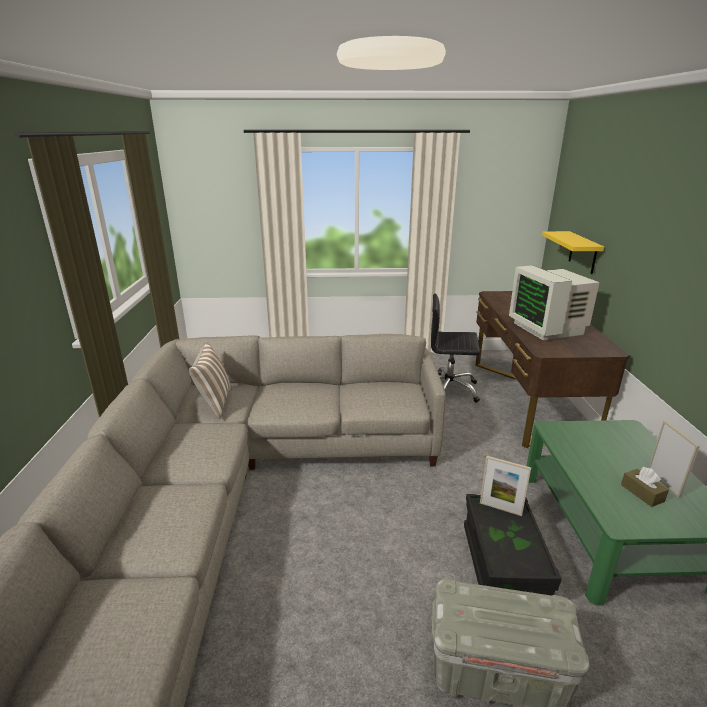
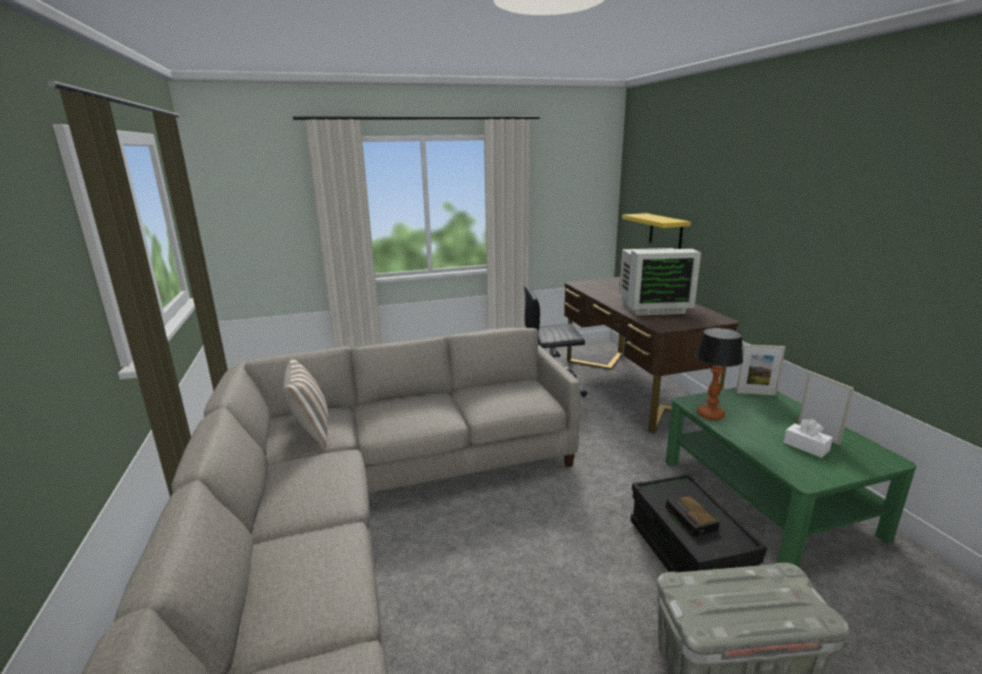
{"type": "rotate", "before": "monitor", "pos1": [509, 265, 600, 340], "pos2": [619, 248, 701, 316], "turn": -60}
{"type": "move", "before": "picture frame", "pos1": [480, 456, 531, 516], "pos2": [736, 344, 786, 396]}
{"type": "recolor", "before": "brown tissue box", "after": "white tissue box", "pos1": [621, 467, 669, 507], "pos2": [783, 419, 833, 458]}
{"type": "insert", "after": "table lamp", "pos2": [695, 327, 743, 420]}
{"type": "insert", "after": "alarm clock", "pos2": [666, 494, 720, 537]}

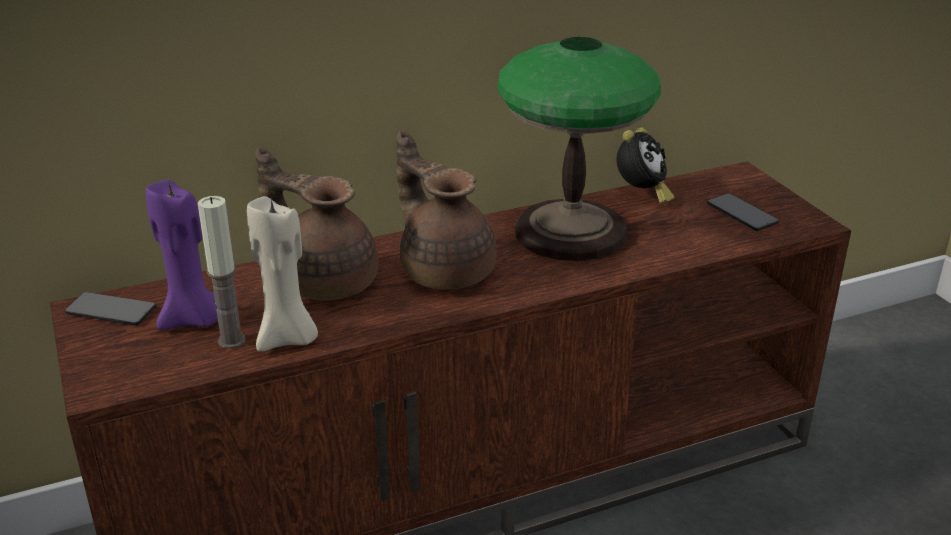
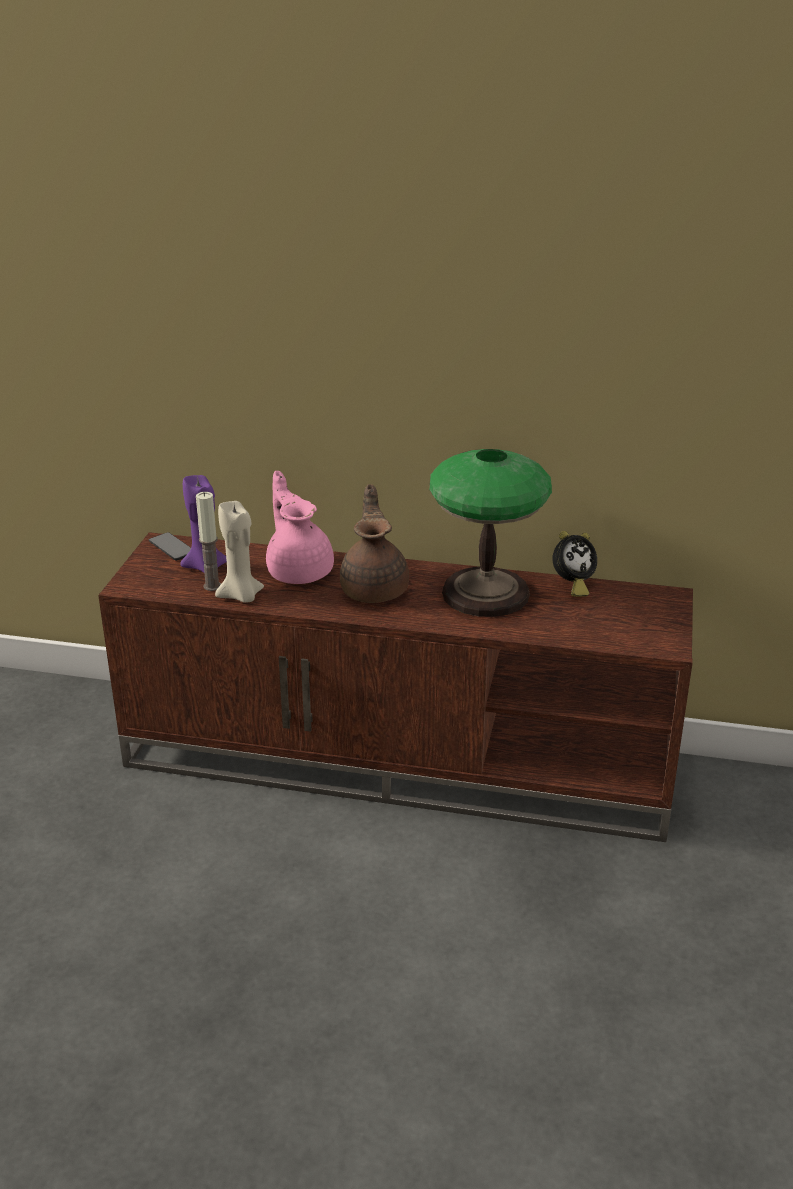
{"type": "recolor", "before": "brown teapot", "after": "pink teapot", "pos1": [256, 147, 378, 300], "pos2": [266, 471, 334, 584]}
{"type": "delete", "before": "phone", "pos1": [707, 193, 779, 231]}

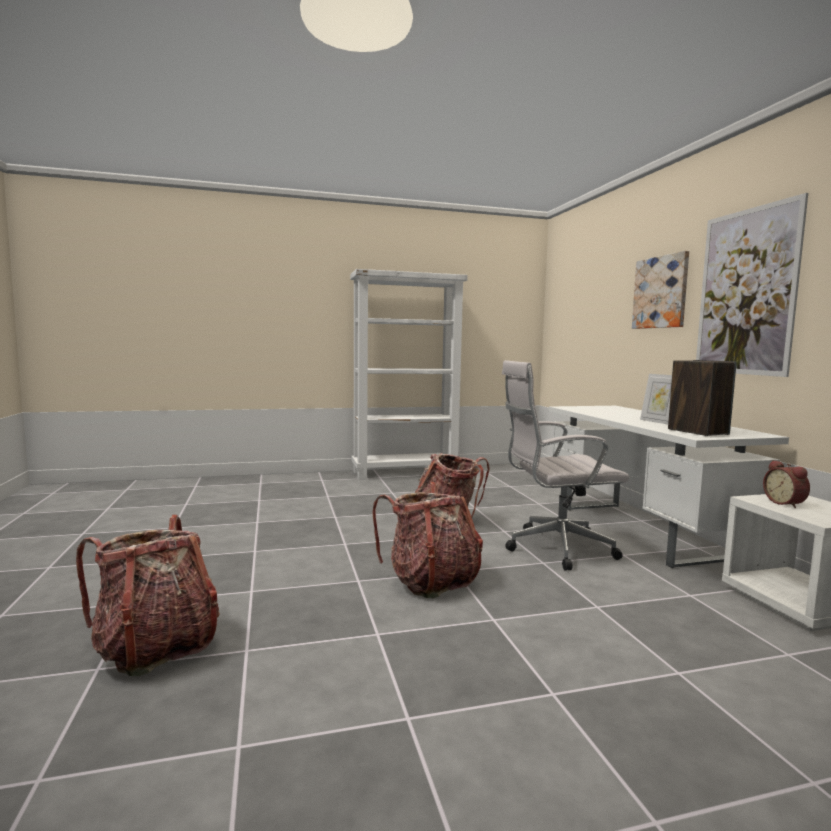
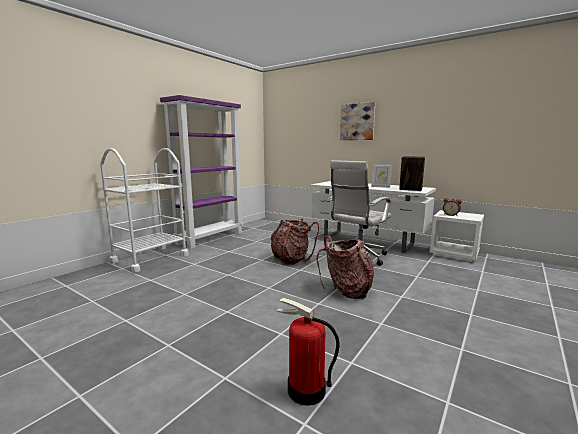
{"type": "delete", "before": "picture", "pos1": [696, 193, 808, 377]}
{"type": "recolor", "before": "white bookcase", "after": "purple bookcase", "pos1": [350, 269, 468, 480], "pos2": [160, 95, 243, 249]}
{"type": "replace", "before": "backpack", "after": "fire extinguisher", "pos1": [76, 515, 220, 676], "pos2": [276, 298, 340, 406]}
{"type": "insert", "after": "white cart", "pos2": [100, 148, 189, 273]}

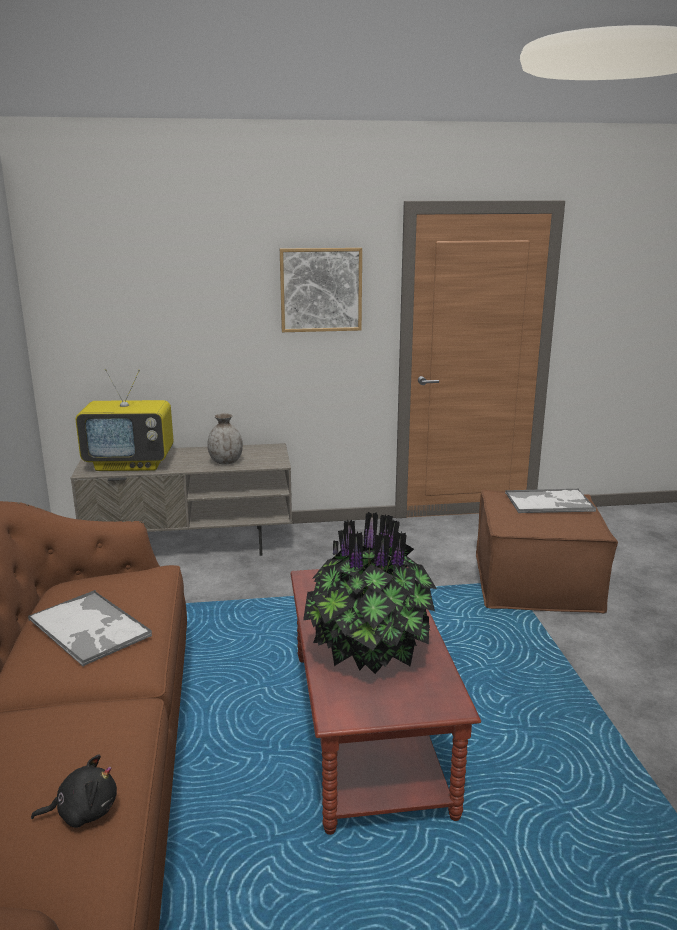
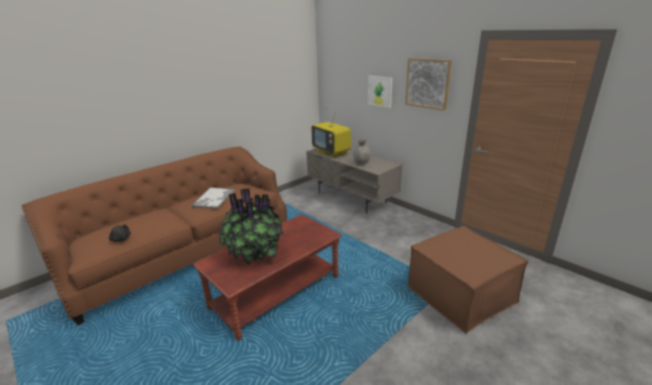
{"type": "delete", "before": "tray", "pos1": [505, 489, 596, 513]}
{"type": "insert", "after": "picture", "pos2": [368, 76, 392, 108]}

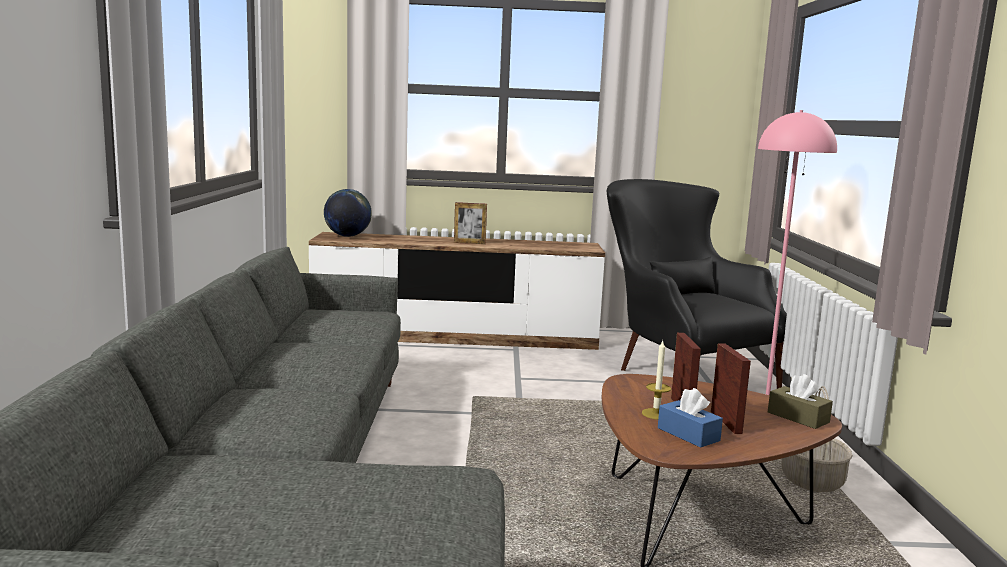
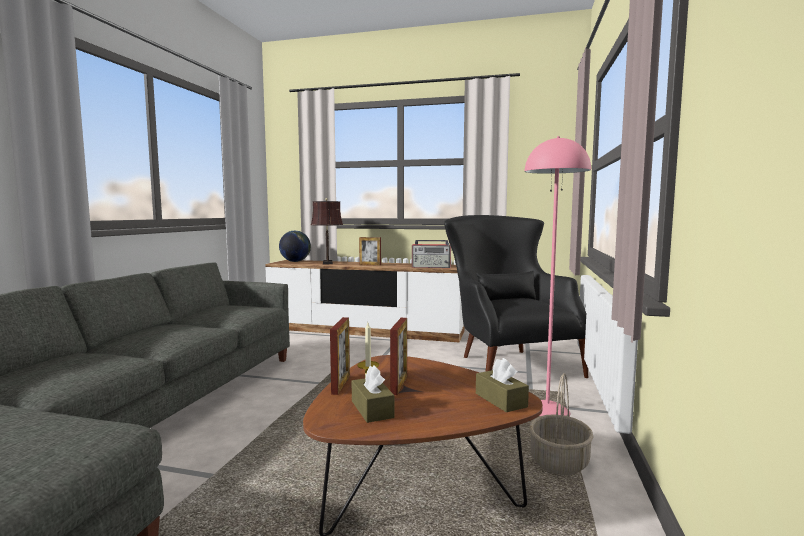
{"type": "move", "before": "picture frame", "pos1": [711, 343, 751, 434], "pos2": [330, 317, 350, 395]}
{"type": "recolor", "before": "blue tissue box", "after": "brown tissue box", "pos1": [658, 388, 723, 448], "pos2": [352, 366, 395, 423]}
{"type": "insert", "after": "brown table lamp", "pos2": [311, 198, 343, 264]}
{"type": "insert", "after": "radio", "pos2": [412, 240, 451, 268]}

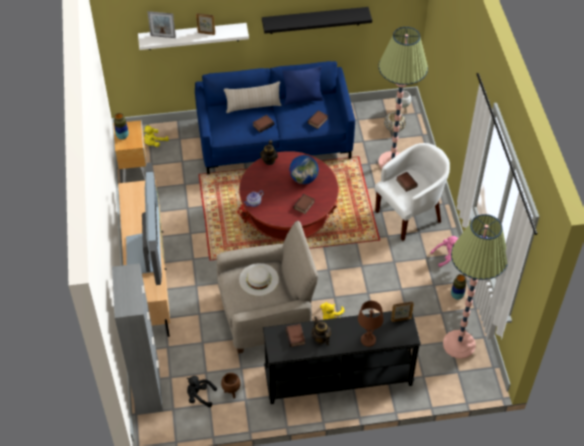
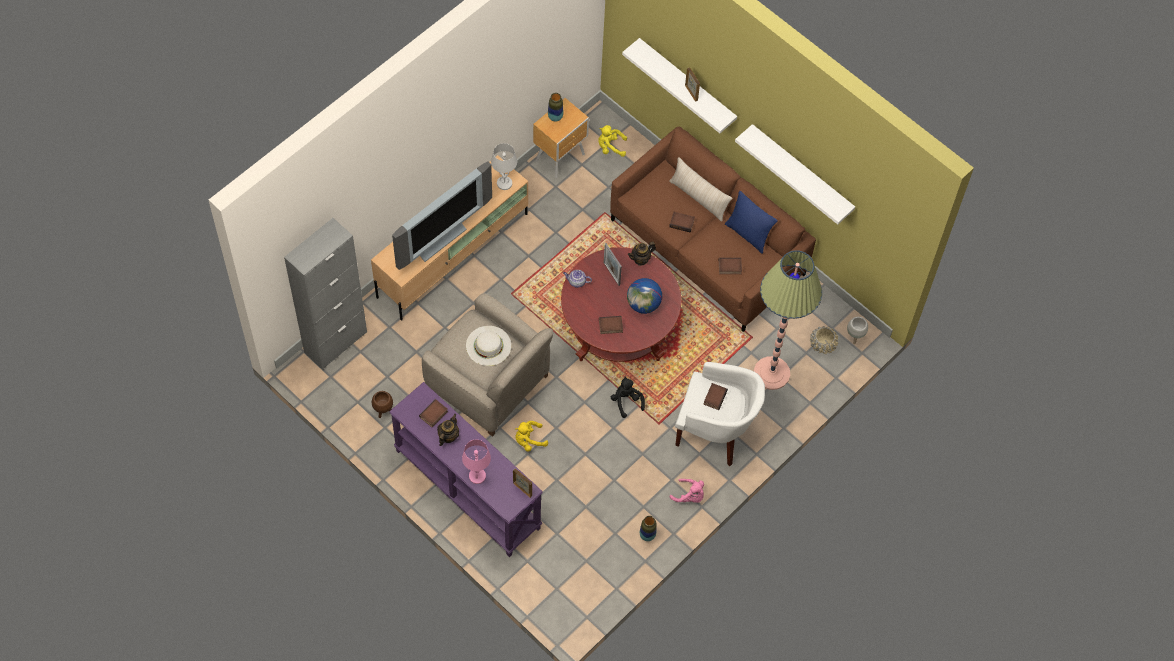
{"type": "recolor", "before": "black shelf", "after": "white shelf", "pos1": [262, 7, 372, 34], "pos2": [735, 124, 855, 225]}
{"type": "move", "before": "picture frame", "pos1": [148, 11, 176, 38], "pos2": [603, 243, 622, 286]}
{"type": "recolor", "before": "blue sofa", "after": "brown sofa", "pos1": [195, 61, 355, 174], "pos2": [610, 127, 816, 332]}
{"type": "delete", "before": "floor lamp", "pos1": [443, 214, 508, 359]}
{"type": "recolor", "before": "brown table lamp", "after": "pink table lamp", "pos1": [358, 301, 383, 347], "pos2": [462, 440, 491, 484]}
{"type": "recolor", "before": "black console table", "after": "purple console table", "pos1": [263, 311, 421, 404], "pos2": [389, 382, 543, 557]}
{"type": "move", "before": "black plush toy", "pos1": [187, 376, 217, 407], "pos2": [611, 376, 645, 418]}
{"type": "insert", "after": "white table lamp", "pos2": [491, 143, 517, 190]}

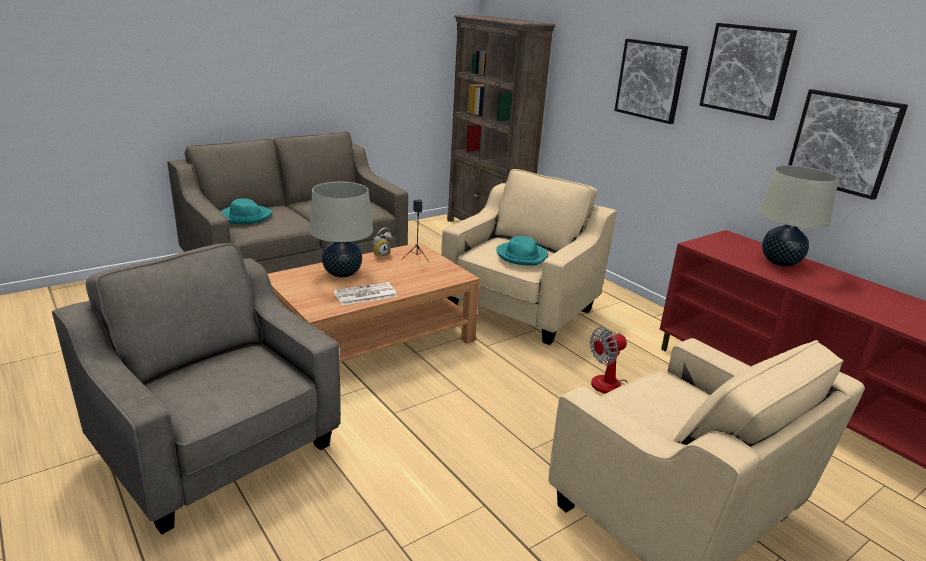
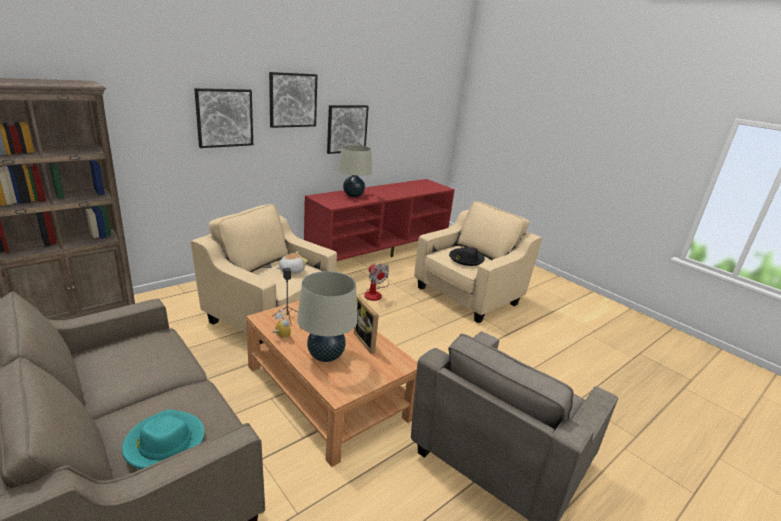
{"type": "replace", "before": "turquoise hat", "after": "plush toy", "pos1": [496, 236, 548, 265], "pos2": [276, 251, 308, 274]}
{"type": "replace", "before": "newspaper", "after": "picture frame", "pos1": [334, 282, 397, 305], "pos2": [354, 296, 379, 354]}
{"type": "insert", "after": "black hat", "pos2": [449, 247, 485, 266]}

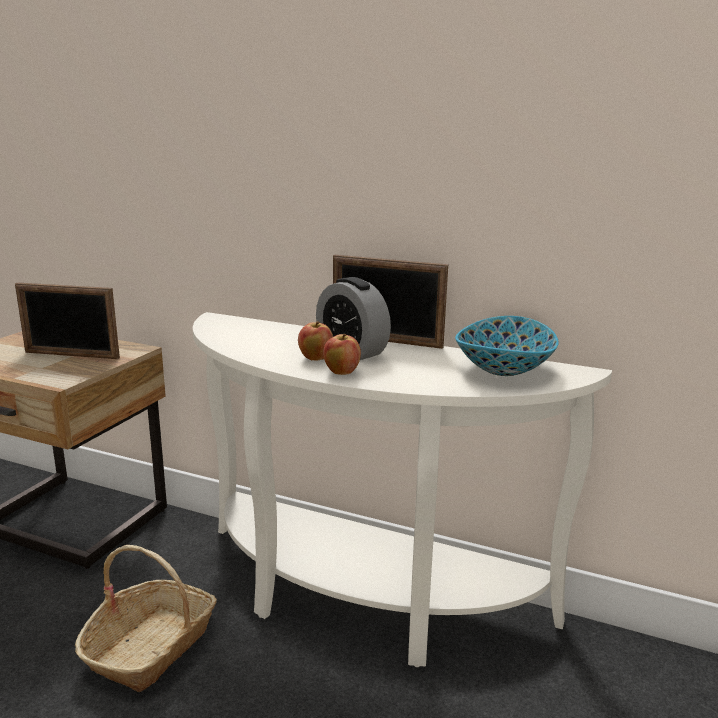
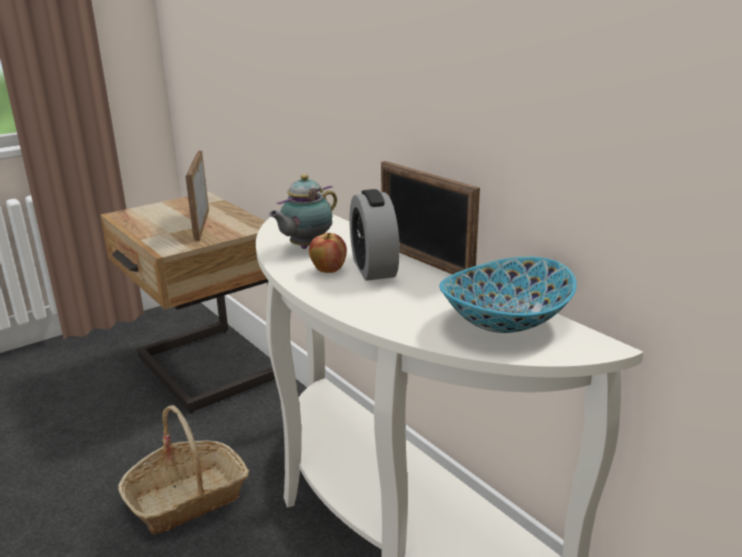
{"type": "rotate", "before": "picture frame", "pos1": [15, 283, 120, 359], "pos2": [186, 151, 209, 241], "turn": 45}
{"type": "delete", "before": "apple", "pos1": [323, 334, 361, 375]}
{"type": "insert", "after": "teapot", "pos2": [269, 174, 337, 249]}

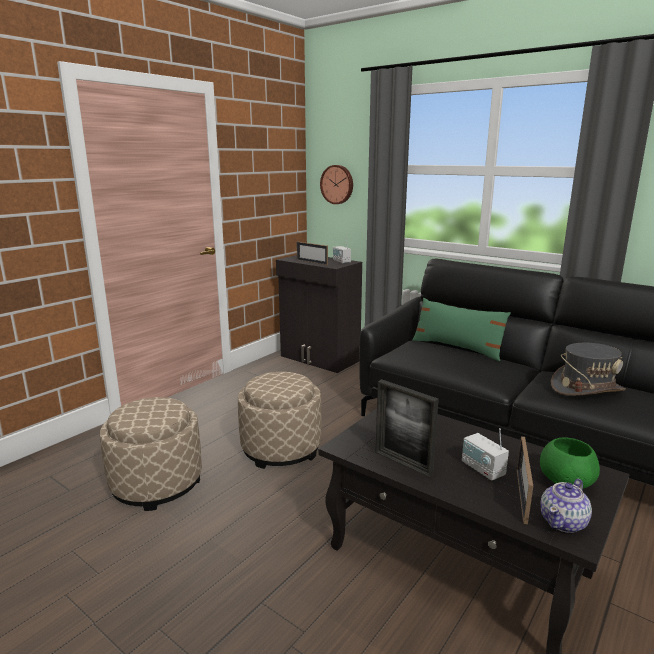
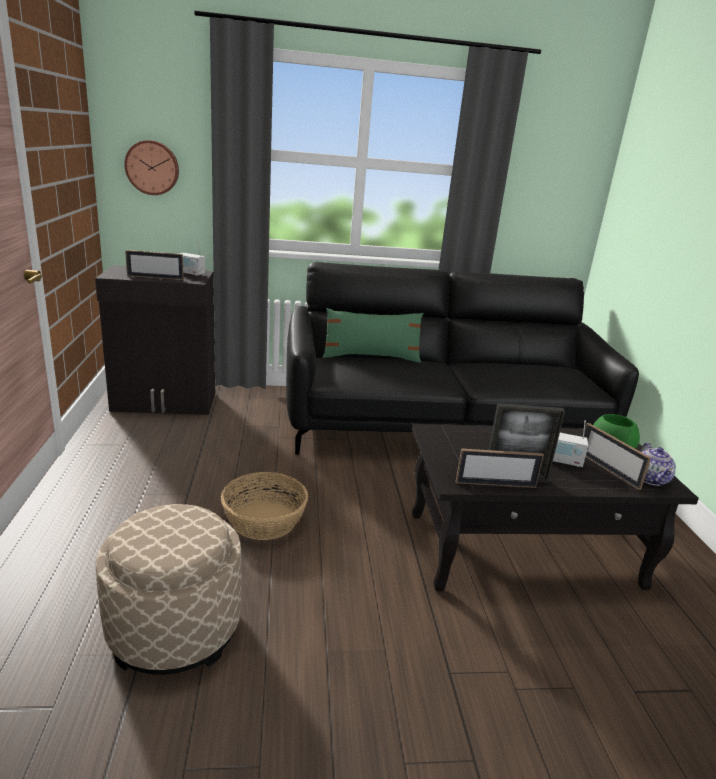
{"type": "delete", "before": "grey hat", "pos1": [551, 343, 626, 396]}
{"type": "replace", "before": "beige ottoman", "after": "basket", "pos1": [238, 372, 322, 469], "pos2": [221, 472, 308, 540]}
{"type": "insert", "after": "picture frame", "pos2": [456, 449, 544, 488]}

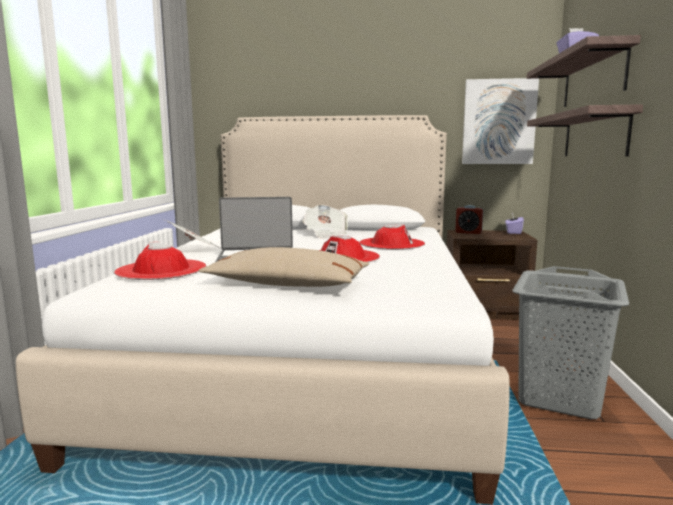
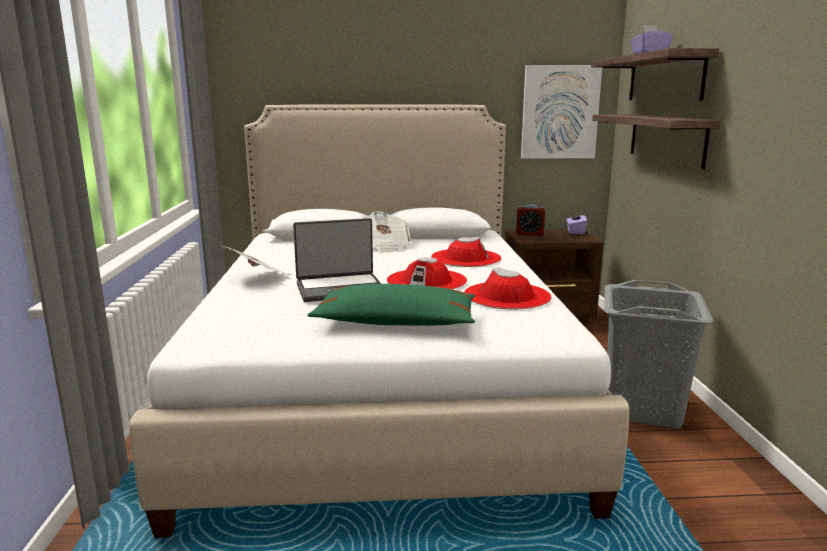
{"type": "move", "before": "red hat", "pos1": [114, 241, 206, 280], "pos2": [464, 267, 551, 309]}
{"type": "recolor", "before": "beige pillow", "after": "green pillow", "pos1": [198, 247, 370, 287], "pos2": [307, 284, 475, 326]}

